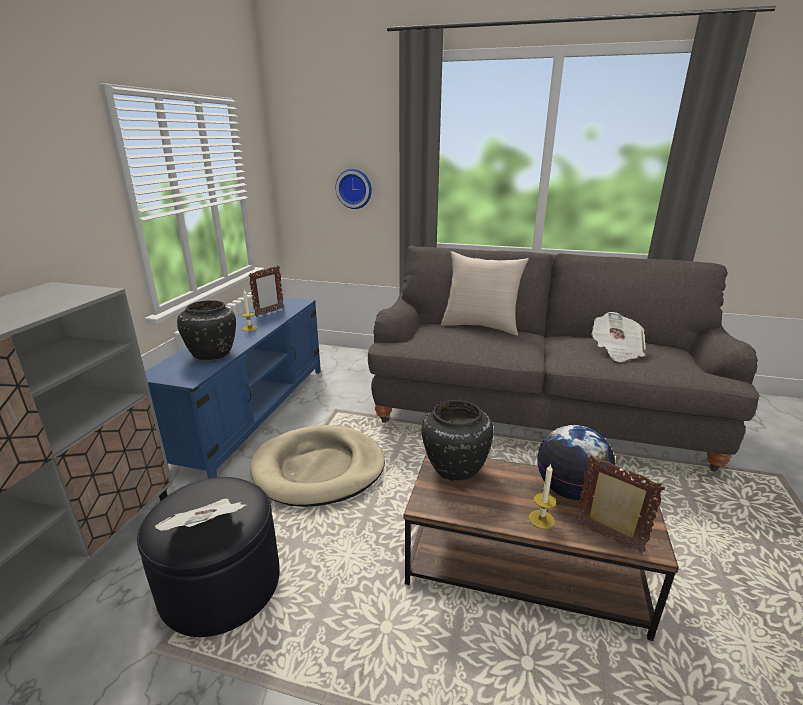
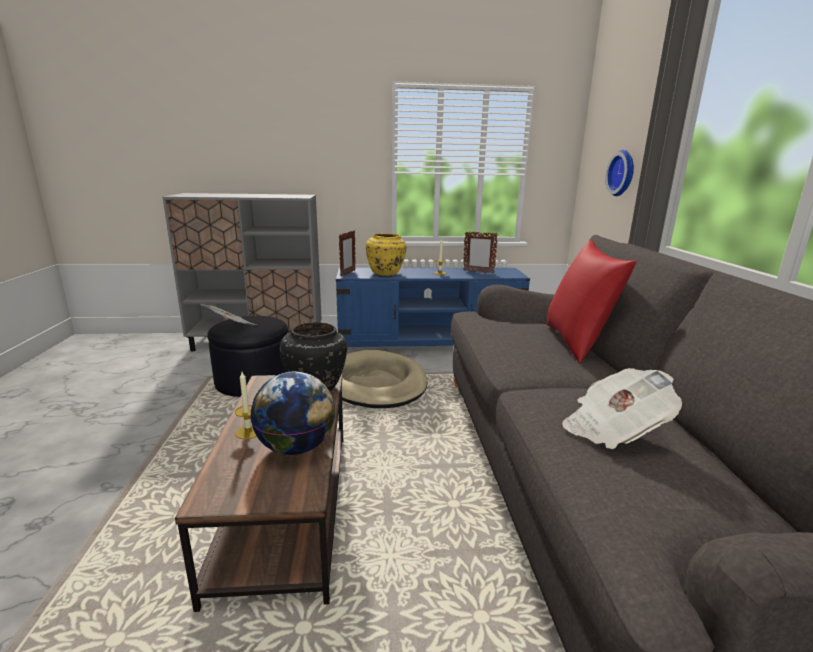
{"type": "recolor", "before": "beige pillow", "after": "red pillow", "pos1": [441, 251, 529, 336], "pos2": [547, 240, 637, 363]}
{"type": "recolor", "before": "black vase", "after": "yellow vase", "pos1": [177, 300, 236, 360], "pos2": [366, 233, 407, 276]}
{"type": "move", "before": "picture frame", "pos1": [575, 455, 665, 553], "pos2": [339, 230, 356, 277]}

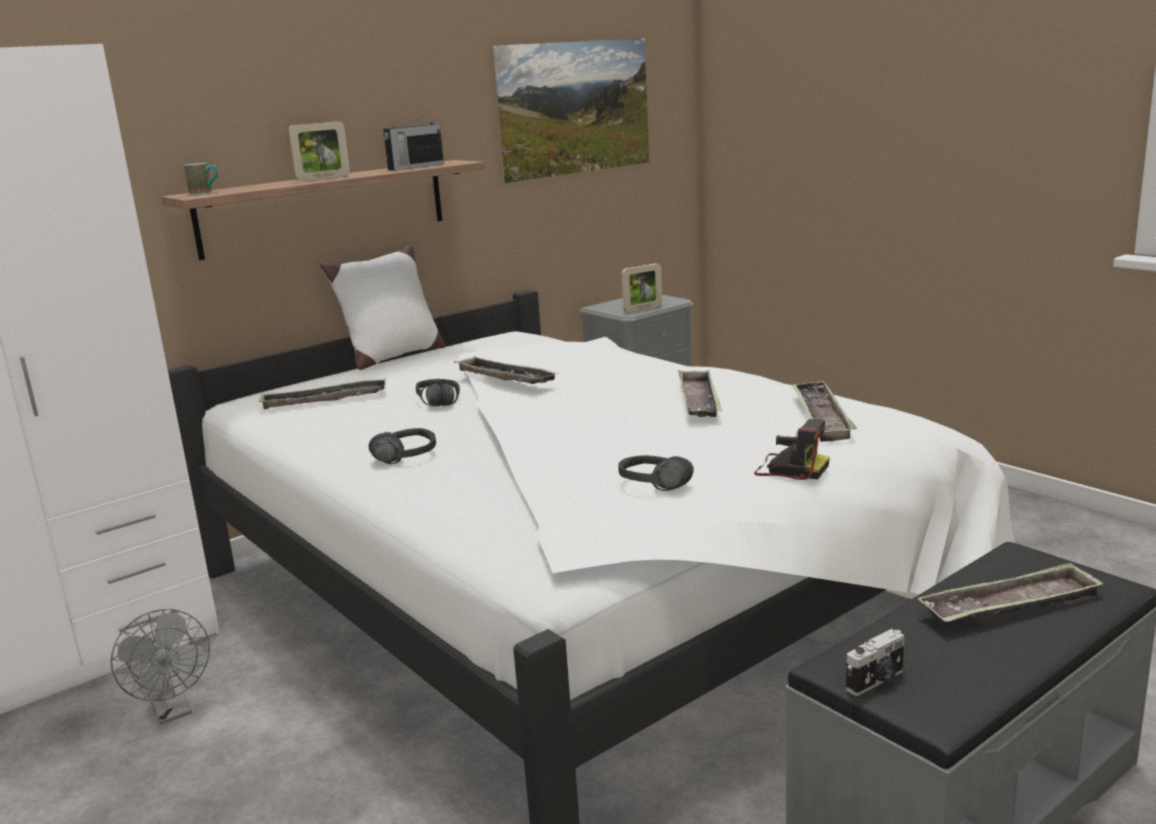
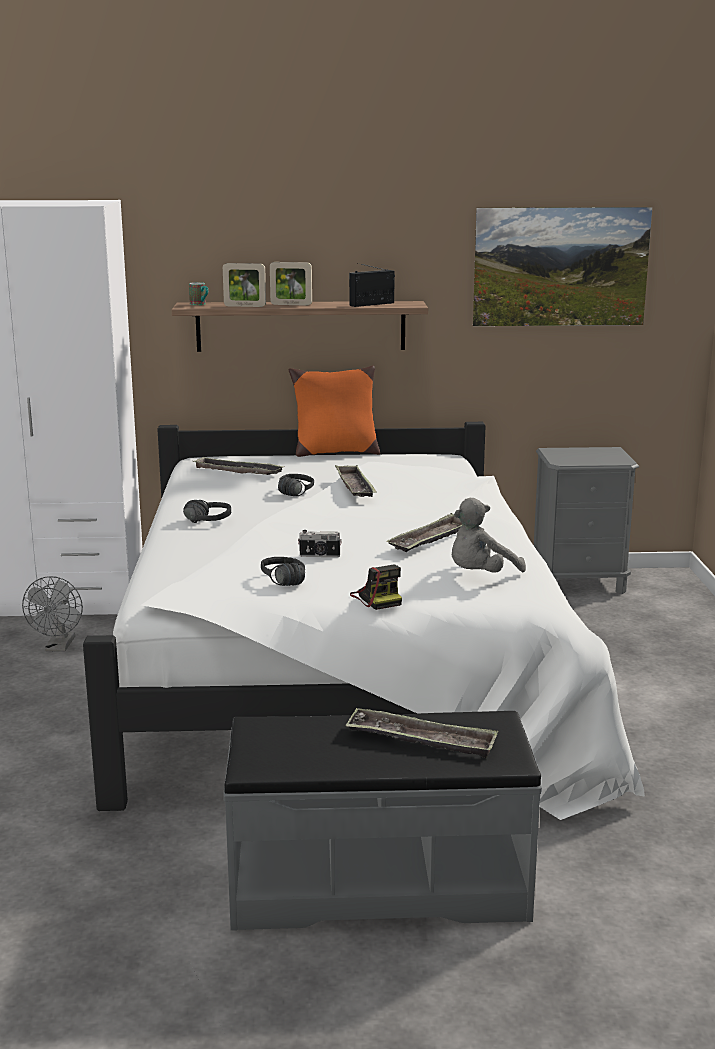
{"type": "rotate", "before": "radio", "pos1": [383, 113, 444, 170], "pos2": [349, 263, 395, 307], "turn": 150}
{"type": "recolor", "before": "white pillow", "after": "orange pillow", "pos1": [320, 245, 445, 370], "pos2": [289, 365, 380, 457]}
{"type": "move", "before": "picture frame", "pos1": [622, 263, 662, 312], "pos2": [223, 263, 266, 307]}
{"type": "replace", "before": "tray", "after": "grey plush toy", "pos1": [791, 380, 857, 442], "pos2": [452, 498, 526, 573]}
{"type": "move", "before": "photo camera", "pos1": [846, 629, 904, 696], "pos2": [298, 530, 342, 557]}

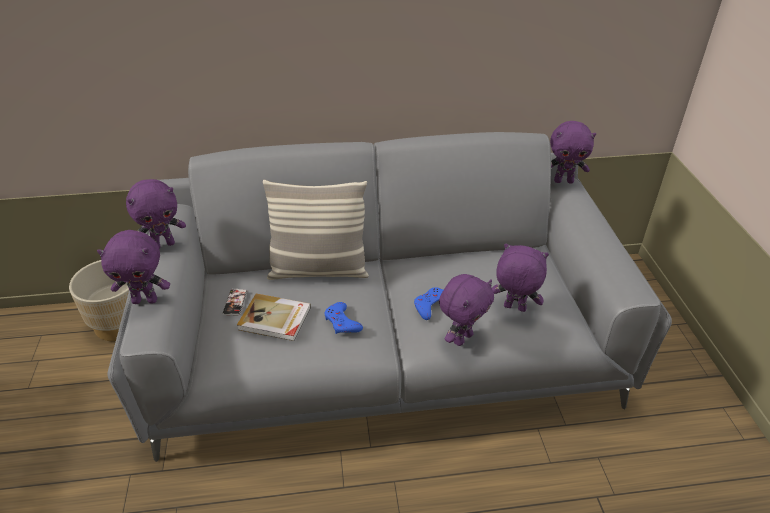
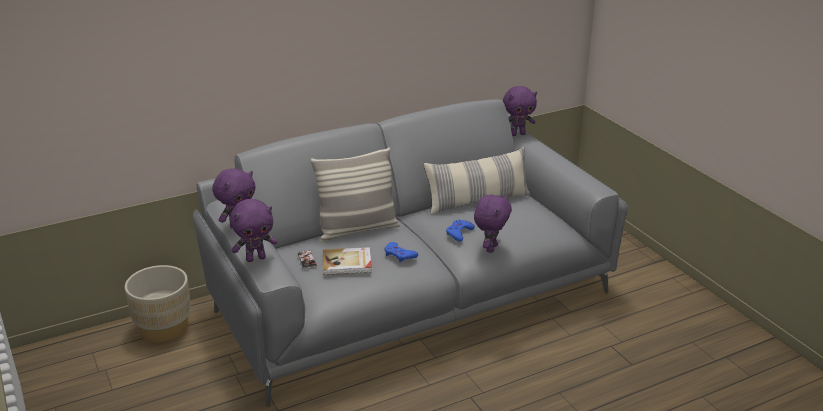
{"type": "delete", "before": "purple plush toy", "pos1": [492, 243, 549, 312]}
{"type": "insert", "after": "pillow", "pos2": [424, 147, 530, 215]}

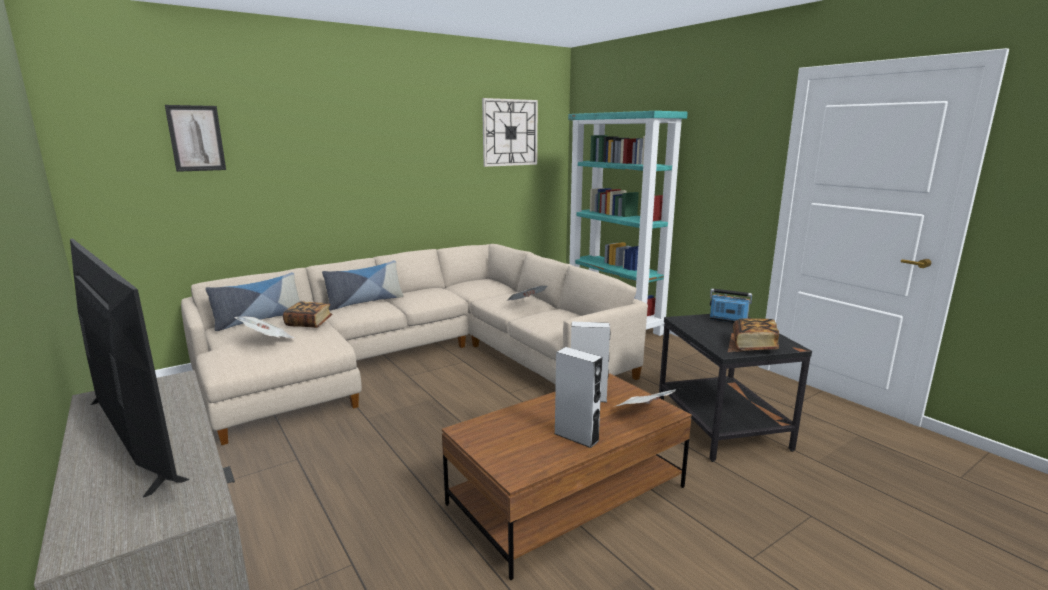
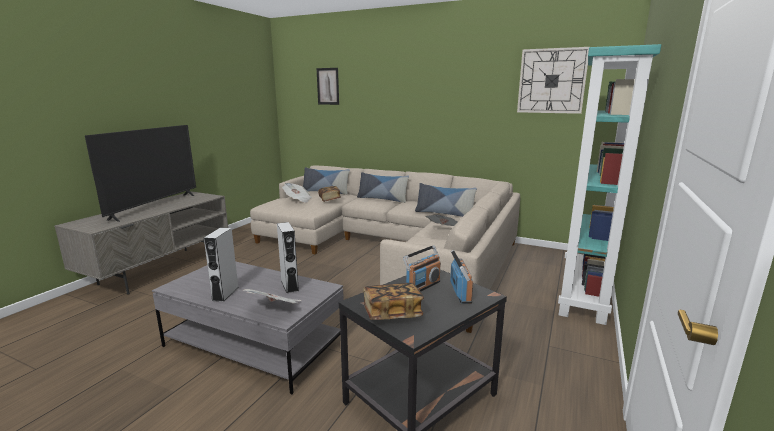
{"type": "recolor", "before": "brown coffee table", "after": "grey coffee table", "pos1": [442, 374, 692, 580], "pos2": [152, 261, 344, 394]}
{"type": "insert", "after": "pillow", "pos2": [415, 183, 477, 217]}
{"type": "insert", "after": "radio", "pos2": [403, 245, 441, 292]}

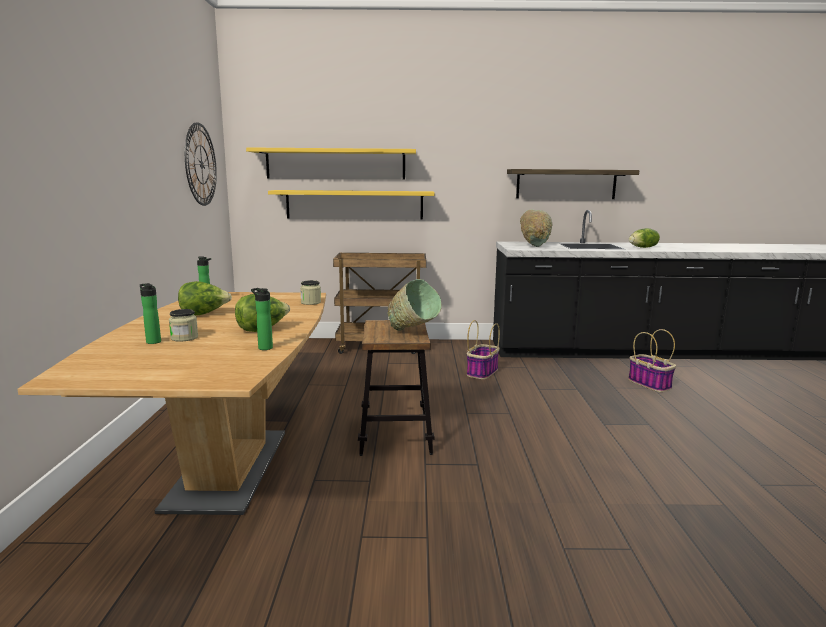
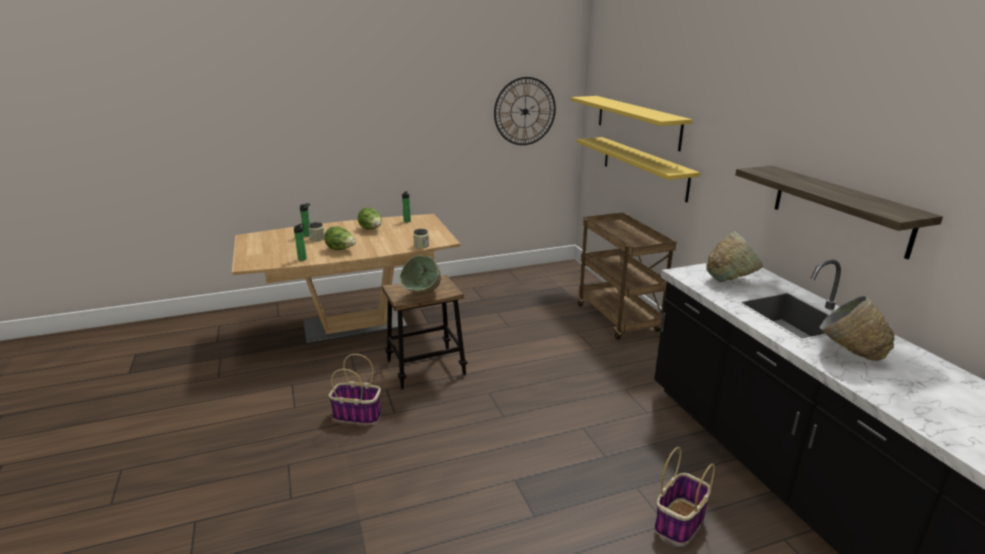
{"type": "replace", "before": "lettuce", "after": "grey bowl", "pos1": [629, 228, 660, 248], "pos2": [819, 296, 895, 361]}
{"type": "move", "before": "basket", "pos1": [467, 320, 500, 380], "pos2": [329, 354, 382, 425]}

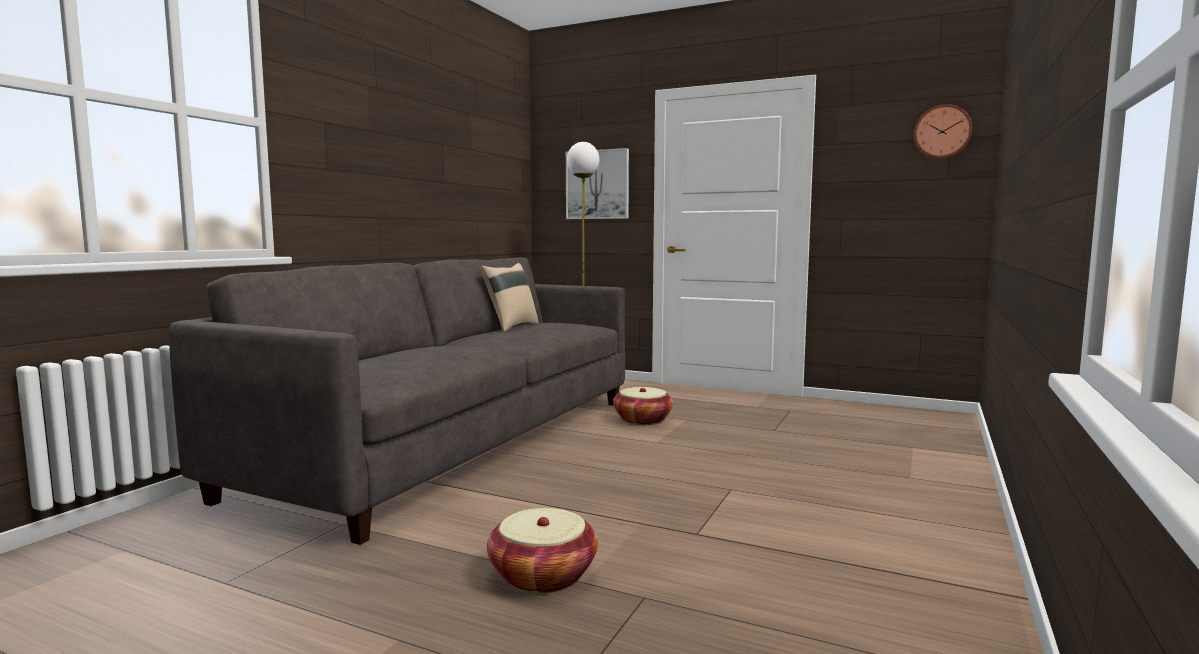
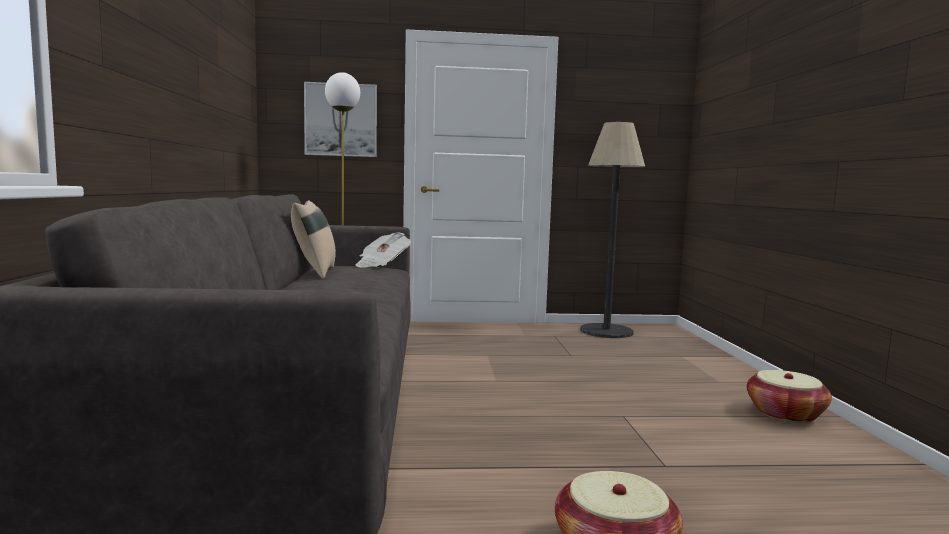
{"type": "delete", "before": "wall clock", "pos1": [914, 104, 972, 159]}
{"type": "move", "before": "basket", "pos1": [613, 387, 673, 425], "pos2": [747, 370, 832, 423]}
{"type": "insert", "after": "floor lamp", "pos2": [580, 122, 645, 338]}
{"type": "insert", "after": "newspaper", "pos2": [356, 233, 411, 267]}

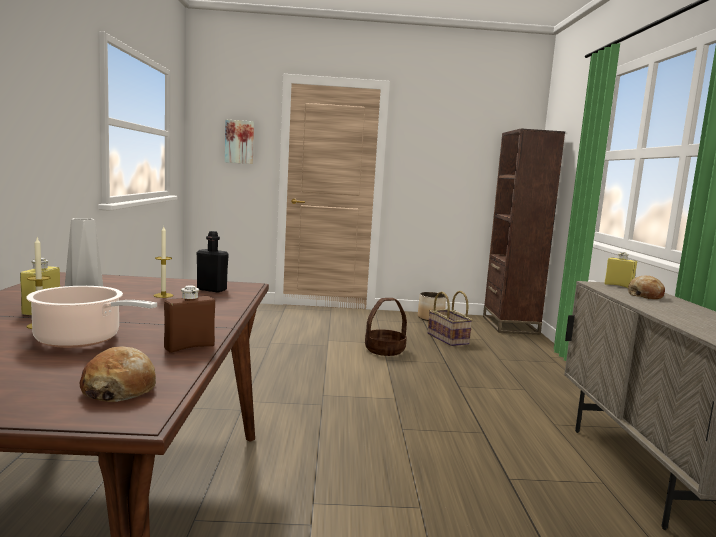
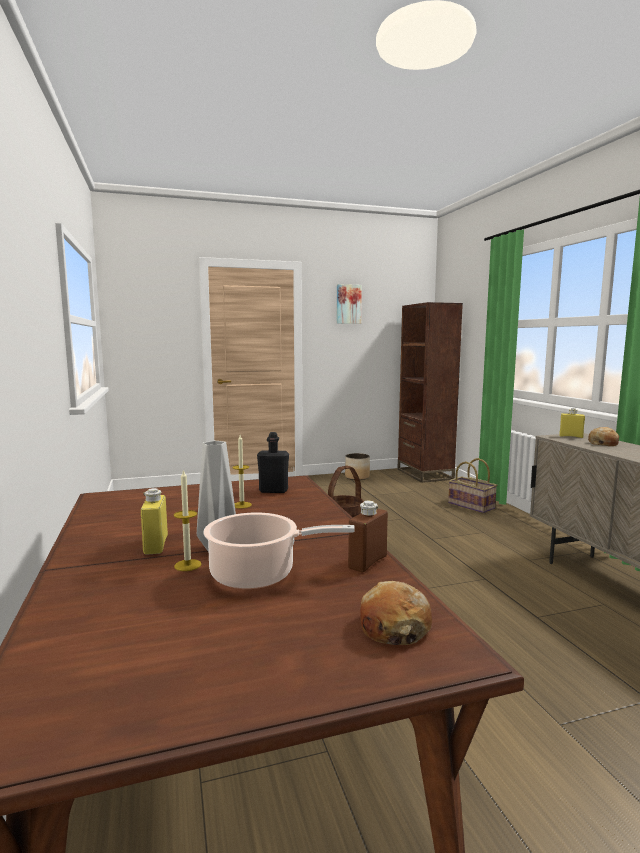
{"type": "move", "before": "picture", "pos1": [225, 120, 254, 164], "pos2": [337, 284, 362, 324]}
{"type": "move", "before": "basket", "pos1": [428, 291, 473, 346], "pos2": [448, 458, 497, 513]}

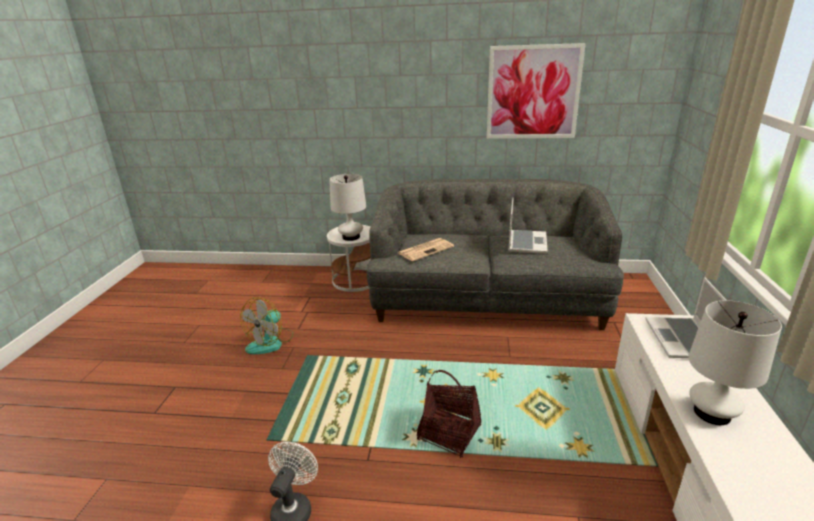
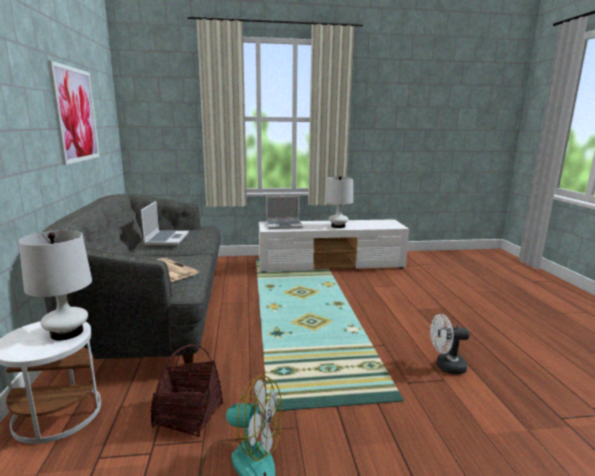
{"type": "rotate", "before": "laptop", "pos1": [508, 197, 548, 254], "pos2": [141, 201, 189, 245], "turn": 90}
{"type": "move", "before": "basket", "pos1": [416, 370, 481, 458], "pos2": [151, 344, 223, 437]}

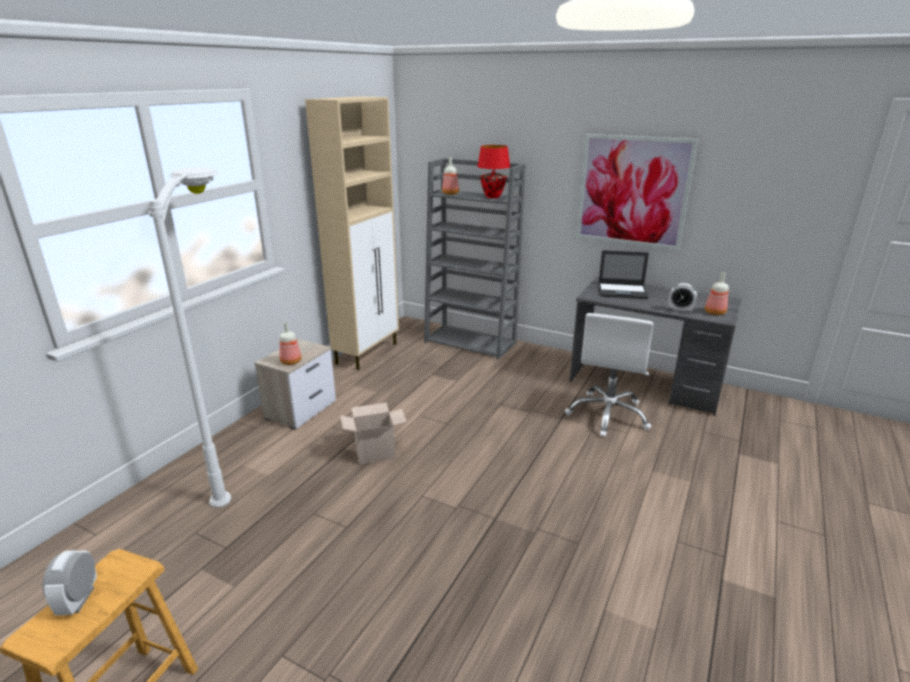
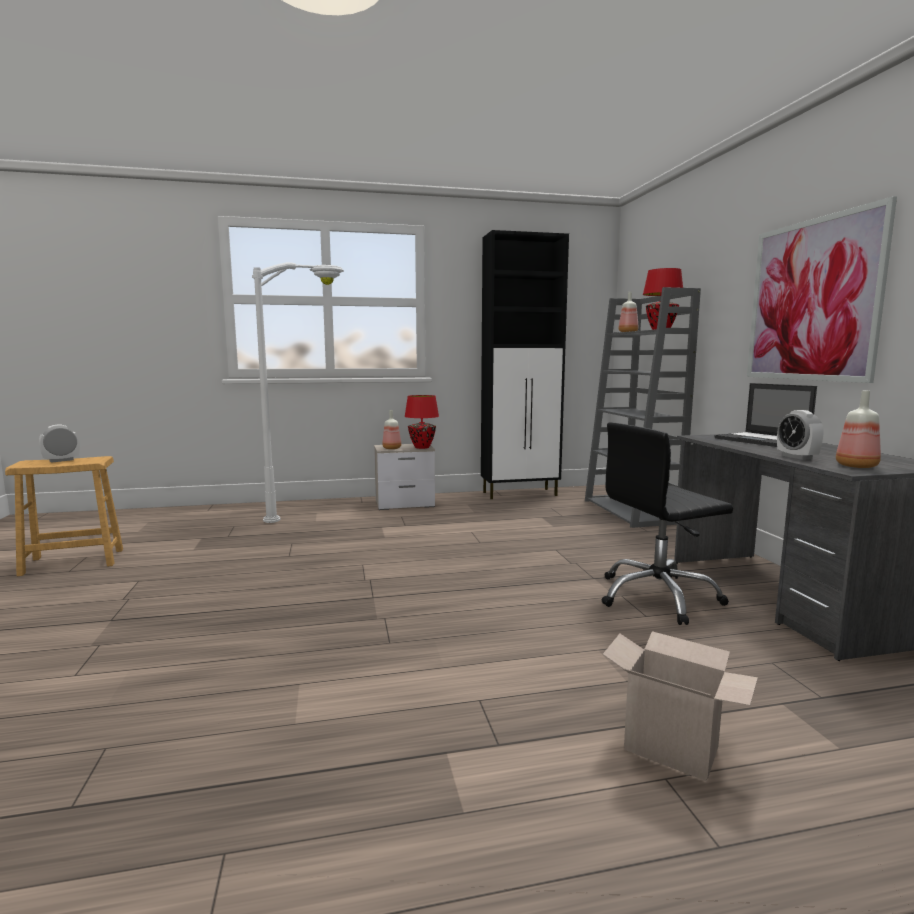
{"type": "recolor", "before": "beige cabinet", "after": "black cabinet", "pos1": [305, 97, 399, 370], "pos2": [481, 230, 569, 499]}
{"type": "recolor", "before": "white office chair", "after": "black office chair", "pos1": [565, 313, 654, 438], "pos2": [602, 422, 733, 625]}
{"type": "move", "before": "cardboard box", "pos1": [340, 403, 407, 464], "pos2": [602, 631, 758, 781]}
{"type": "insert", "after": "red table lamp", "pos2": [404, 395, 439, 449]}

